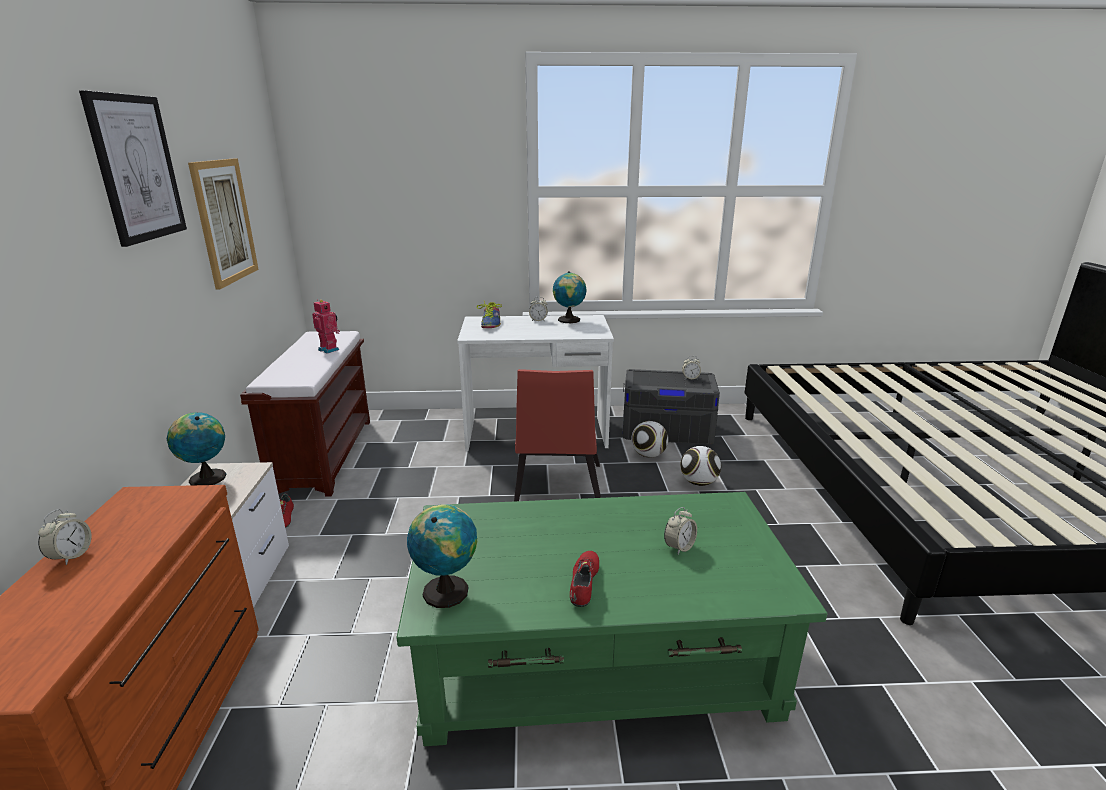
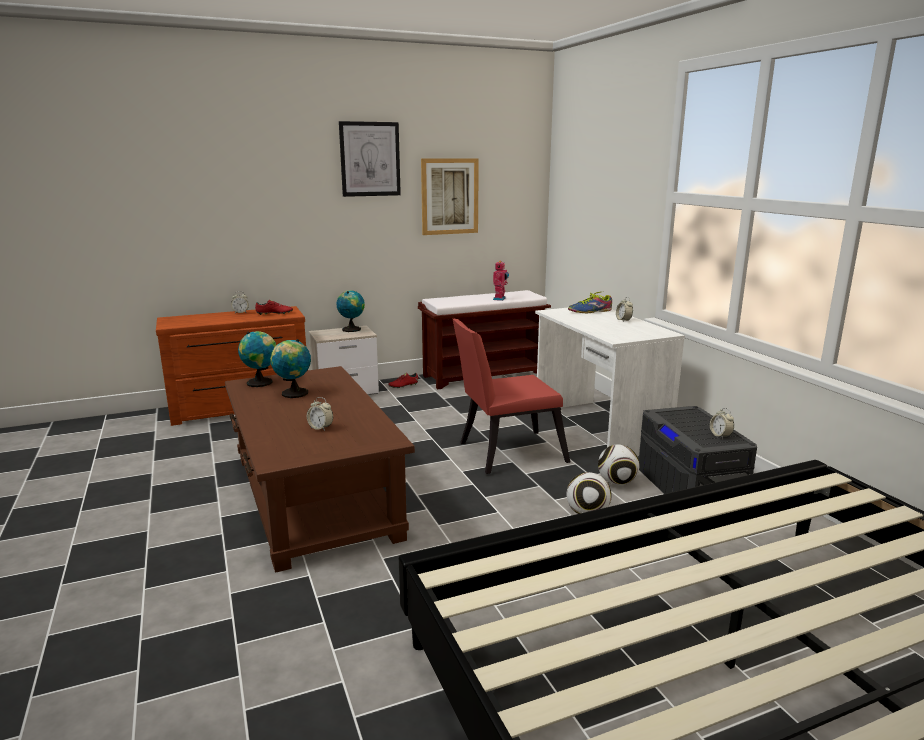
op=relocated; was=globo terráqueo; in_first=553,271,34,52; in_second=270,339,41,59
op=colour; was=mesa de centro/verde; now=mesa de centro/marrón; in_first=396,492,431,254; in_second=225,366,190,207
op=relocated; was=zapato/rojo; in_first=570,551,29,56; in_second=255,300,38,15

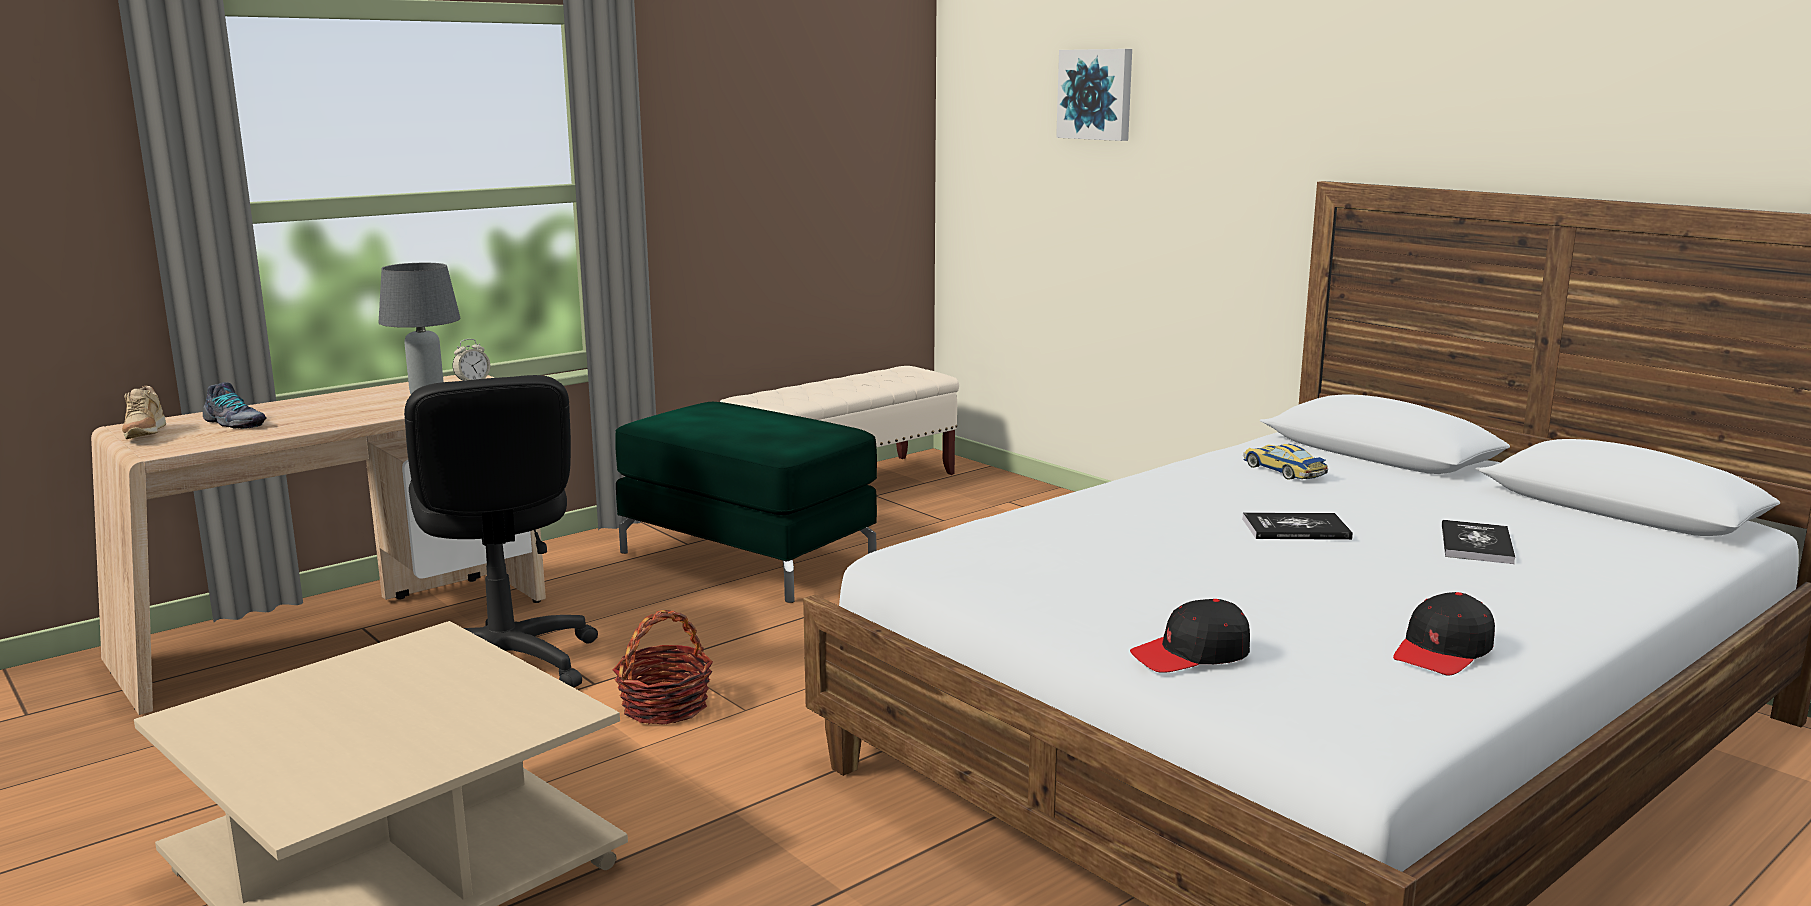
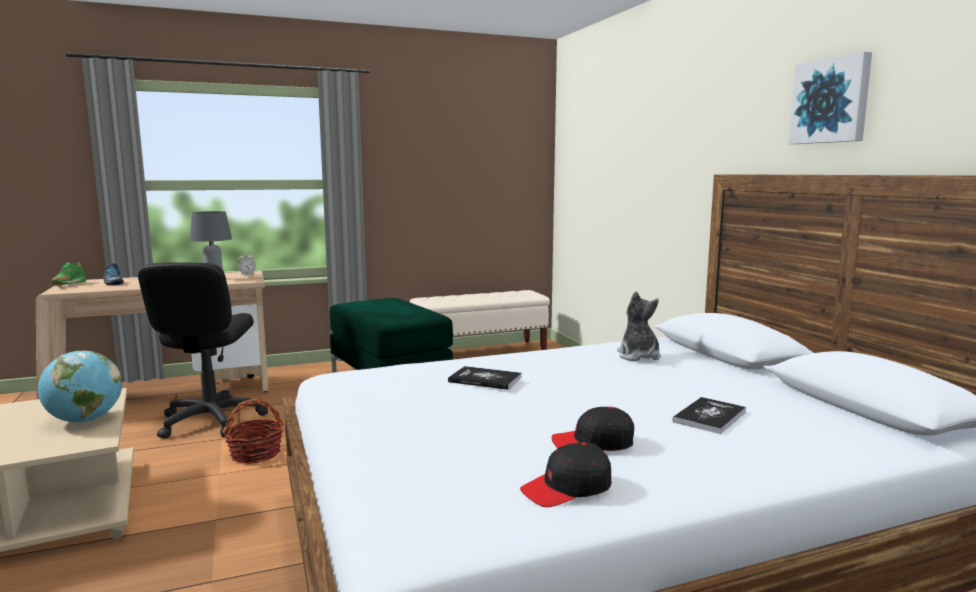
op=relocated; was=cuadro; in_first=1056,49,76,92; in_second=789,52,83,92
op=colour; was=zapato/beis; now=zapato/verde; in_first=122,385,44,54; in_second=52,262,34,24
op=exchanged; was=coche de juguete; now=peluche; in_first=1243,444,85,36; in_second=617,291,44,70
op=relocated; was=libro; in_first=1242,512,111,28; in_second=448,366,74,24
op=relocated; was=gorra/negro; in_first=1130,599,120,74; in_second=552,407,82,44
op=appeared; now=globo terráqueo; in_second=38,351,84,72

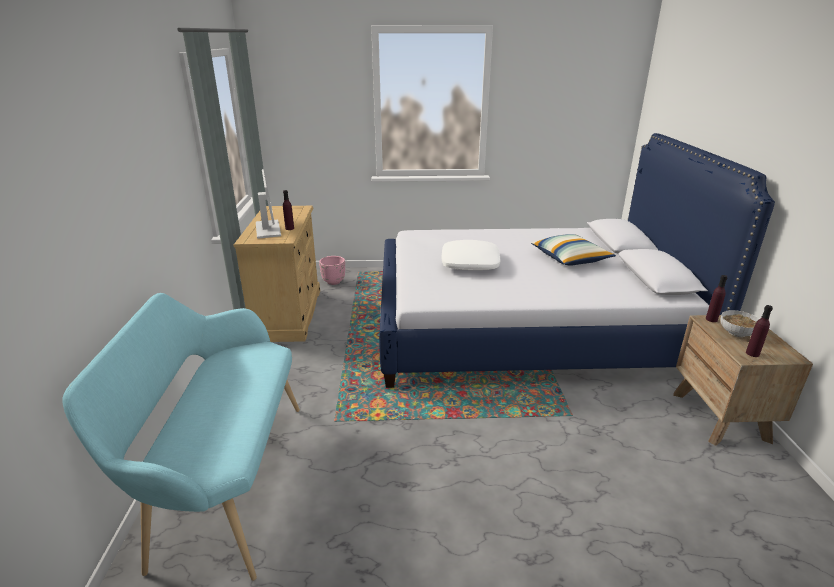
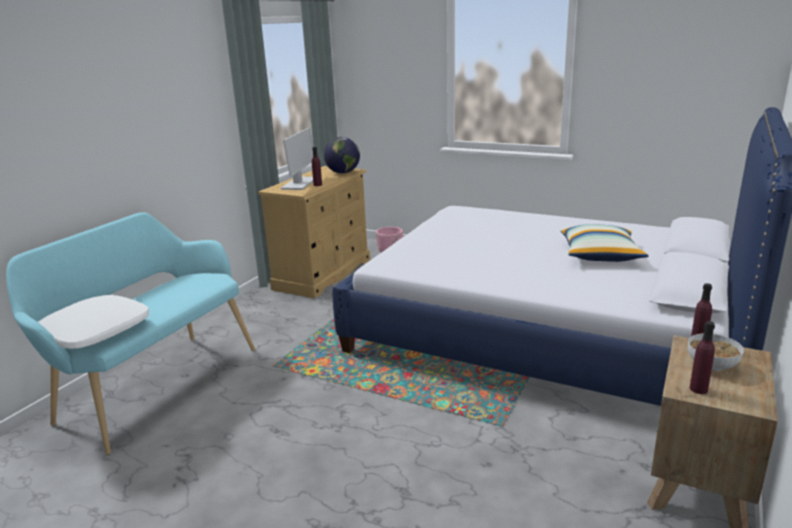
op=relocated; was=cojín/blanco; in_first=442,240,59,30; in_second=38,295,111,54
op=appeared; now=globo terráqueo; in_second=324,137,36,37

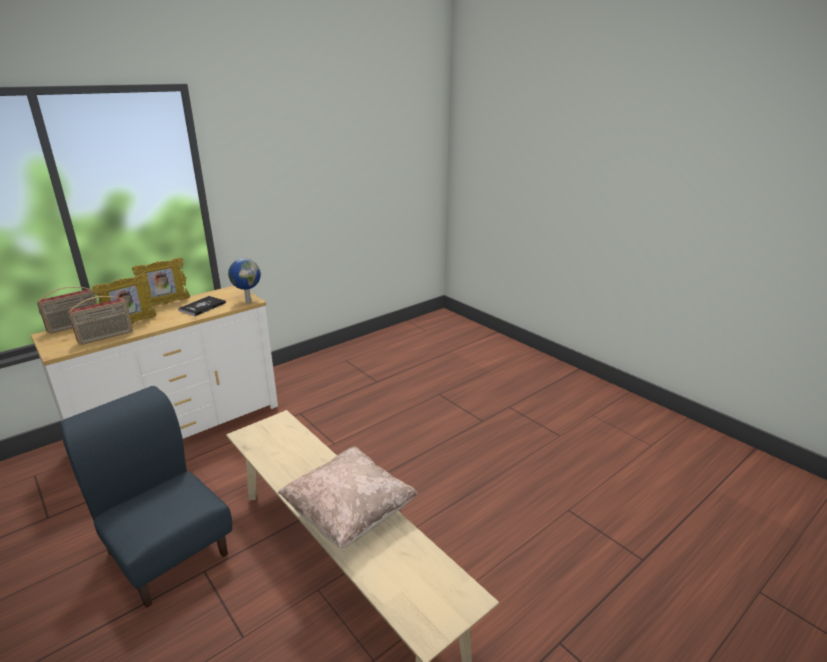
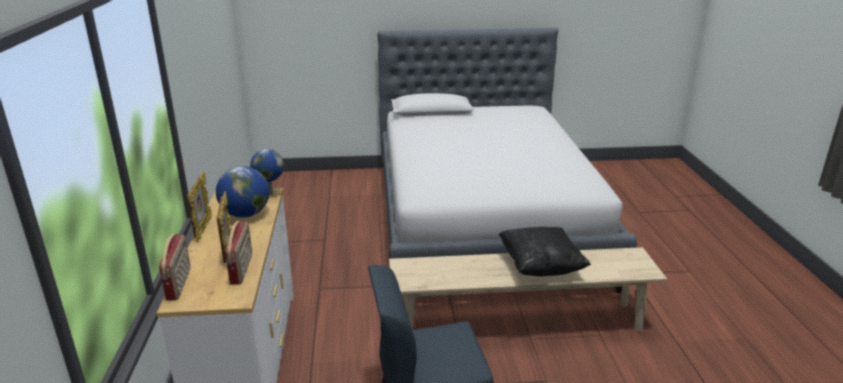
op=exchanged; was=libro; now=globo terráqueo; in_first=178,296,48,20; in_second=216,166,53,52
op=colour; was=cojín/beis; now=cojín/negro; in_first=278,446,140,102; in_second=499,227,92,49
op=appeared; now=cama; in_second=378,28,259,266

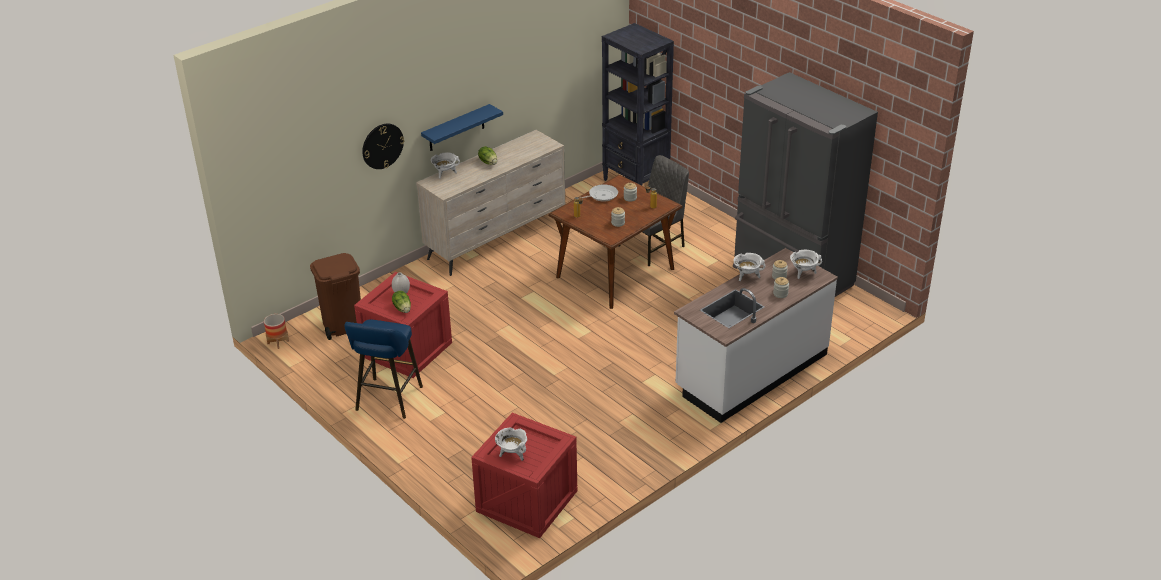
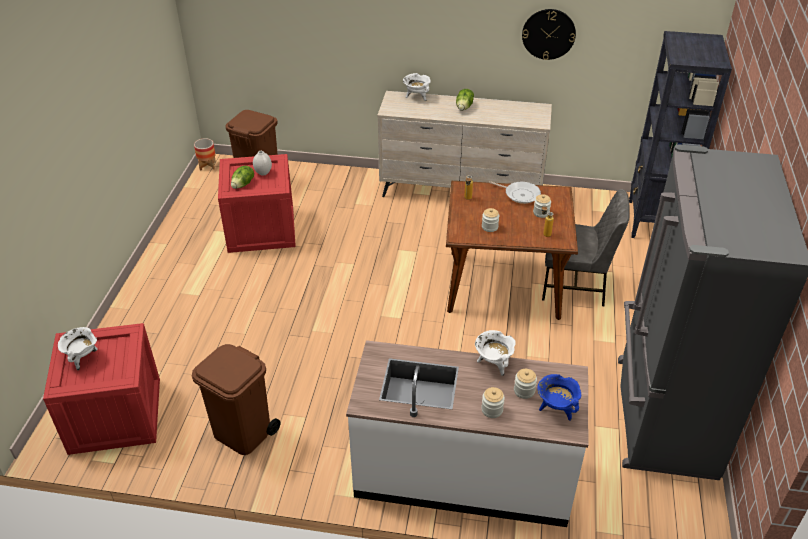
op=missing; was=estante/azul; in_first=421,104,82,47
op=relocated; was=reloj de pared; in_first=362,124,42,45; in_second=522,9,54,51
op=colour; was=olla/blanco; now=olla/azul; in_first=790,250,32,29; in_second=537,374,44,47
op=missing; was=taburete/azul; in_first=344,320,79,99
op=appeared; now=papelera/marrón; in_second=192,344,88,111

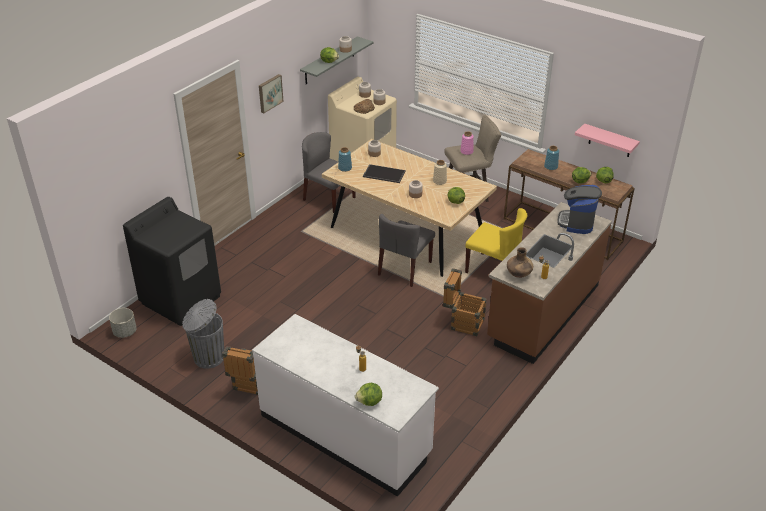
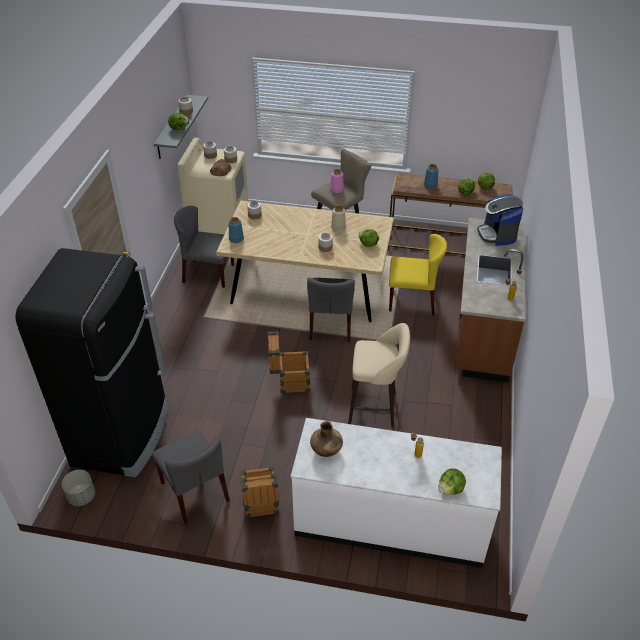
op=missing; was=cuadro; in_first=259,74,25,39
op=missing; was=estante/rosa; in_first=575,123,65,34
op=missing; was=bandeja; in_first=363,164,43,19
op=exchanged; was=lavadora/negro; now=nevera/negro; in_first=123,197,98,129; in_second=16,248,152,230
op=relocated; was=florero/marrón; in_first=507,248,26,30; in_second=310,421,33,36
op=relocated; was=caja de embalaje; in_first=443,268,44,68; in_second=268,331,42,62
op=exchanged; was=papelera/gris; now=silla/gris; in_first=182,299,42,70; in_second=152,430,78,94
op=appeared; now=taburete/beis; in_second=348,323,62,105

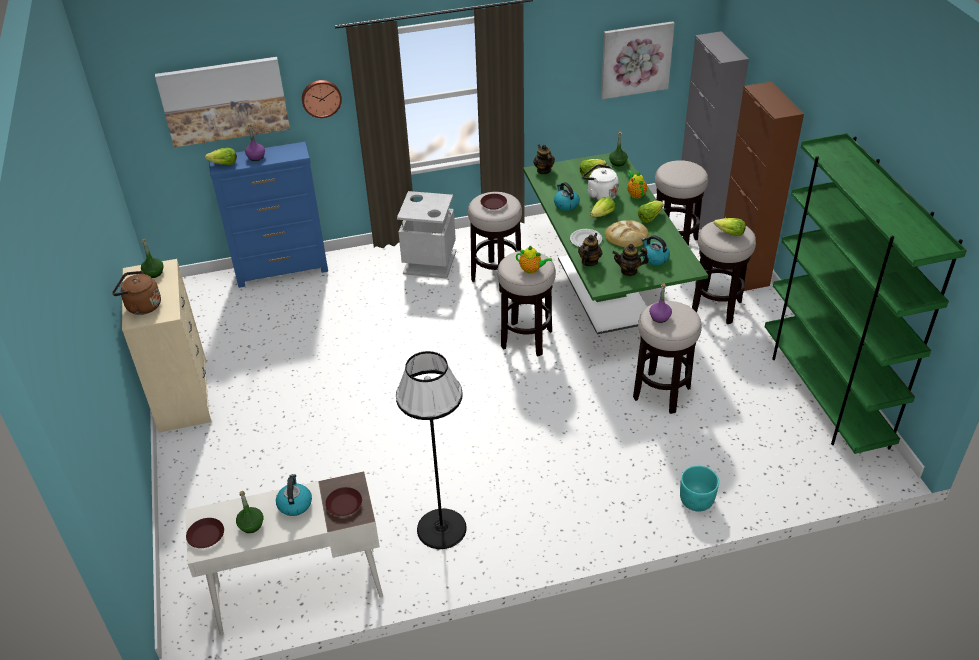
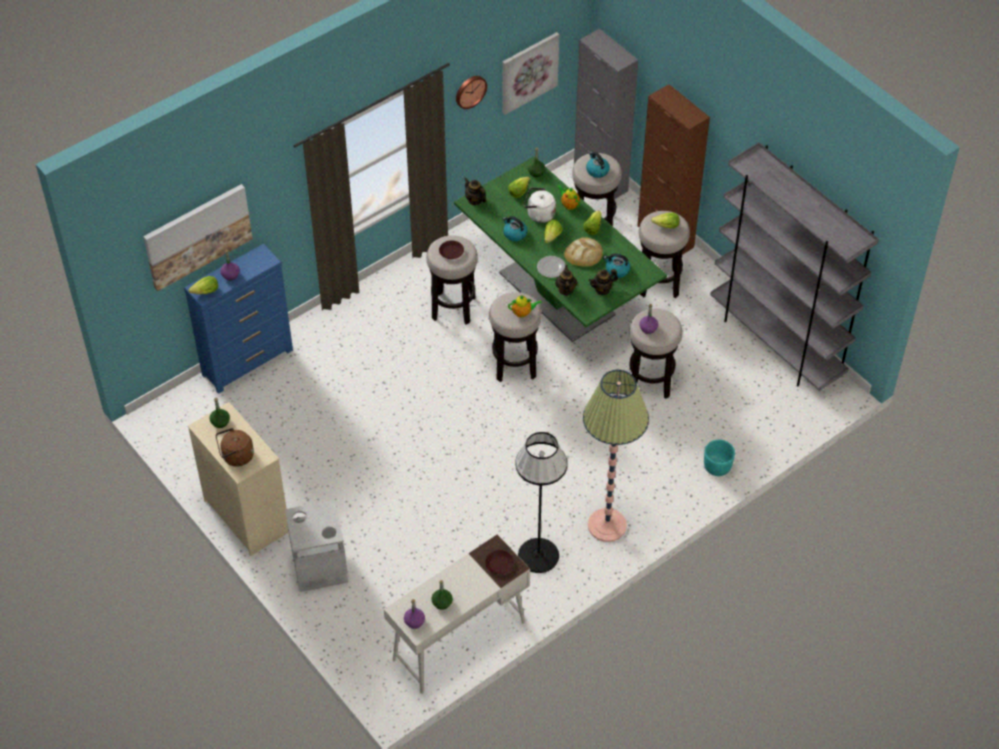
op=relocated; was=reloj de pared; in_first=302,80,40,38; in_second=456,76,31,33
op=colour; was=estantería/verde; now=estantería/gris; in_first=765,133,202,321; in_second=711,143,168,248
op=relocated; was=papelera/gris; in_first=397,191,59,87; in_second=285,500,64,92
op=relocated; was=hervidor; in_first=276,474,36,42; in_second=586,152,24,26
op=exchanged; was=plato/marrón; now=botella/morado; in_first=186,518,38,30; in_second=404,599,21,30
op=appeared; now=lámpara de pie; in_second=583,370,66,172

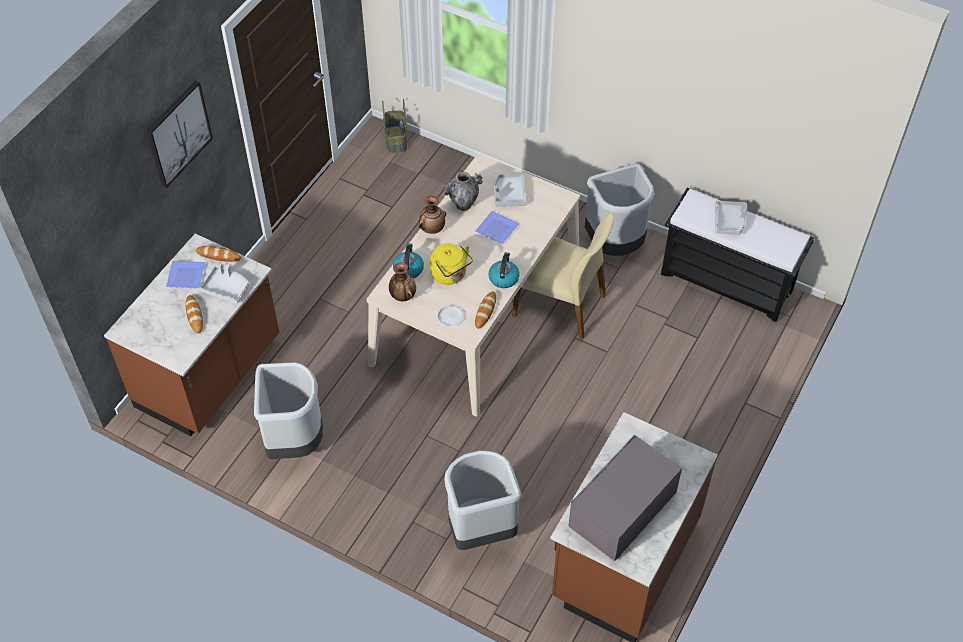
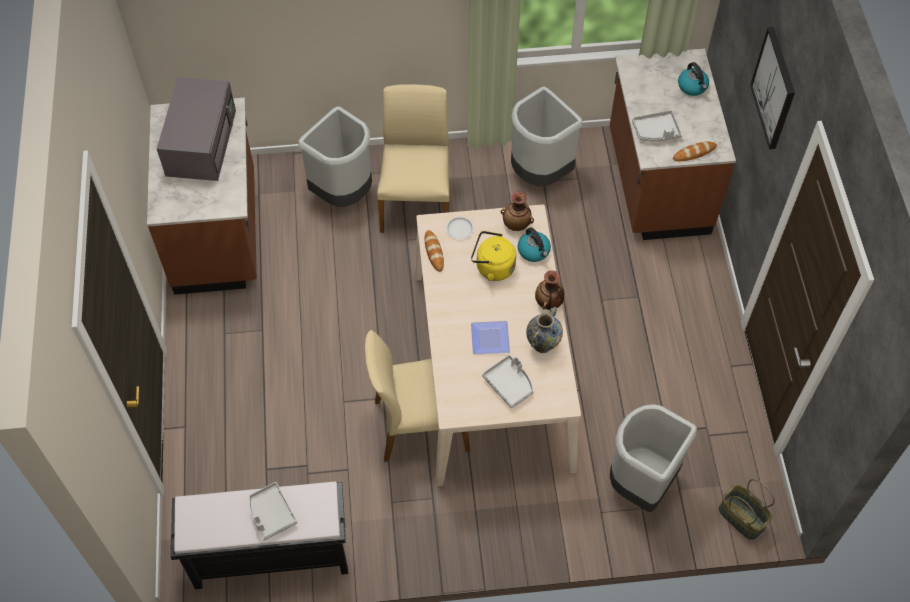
op=relocated; was=papelera/gris; in_first=585,164,70,92; in_second=610,404,87,108
op=relocated; was=hervidor; in_first=489,252,31,36; in_second=678,62,31,34
op=missing; was=plato; in_first=166,261,39,27
op=missing; was=pan; in_first=186,295,17,38
op=appeared; now=silla/beis; in_second=377,84,72,149

